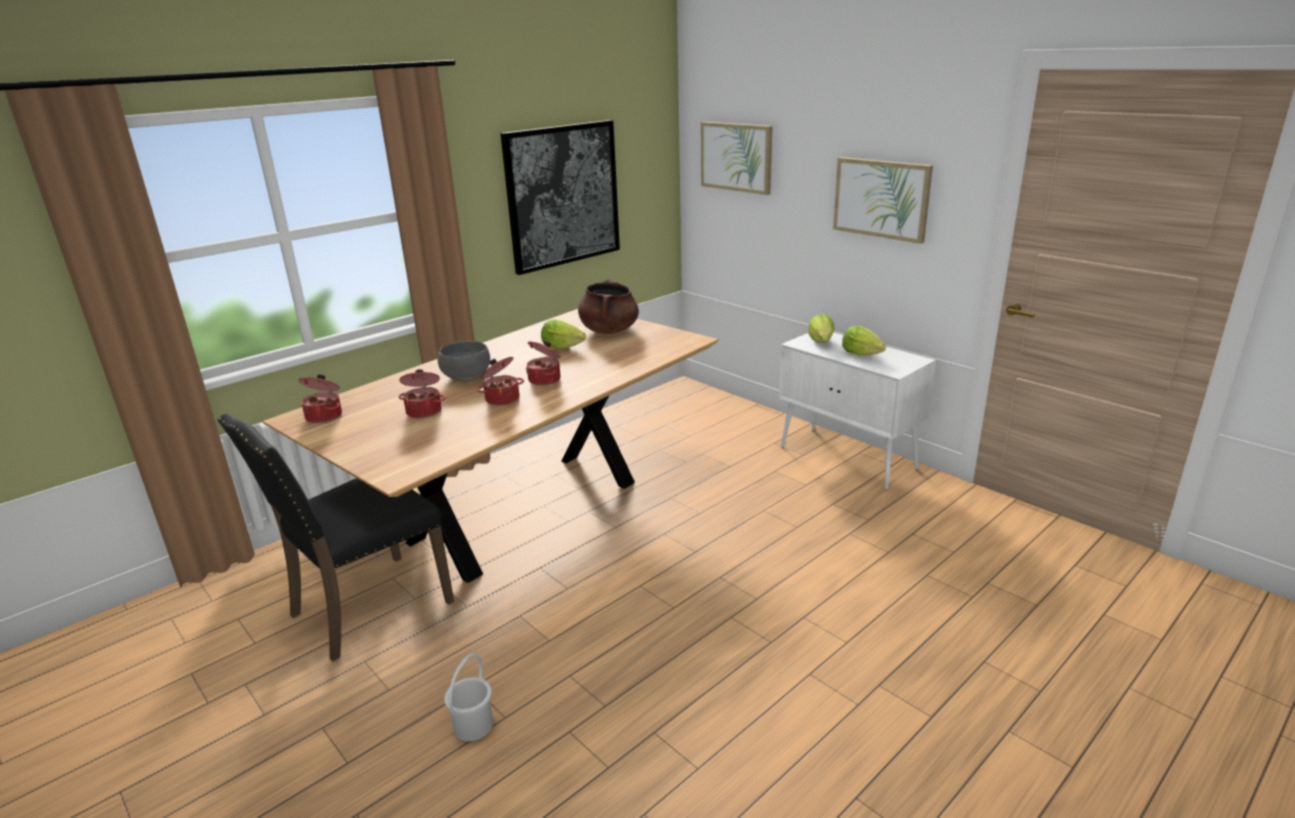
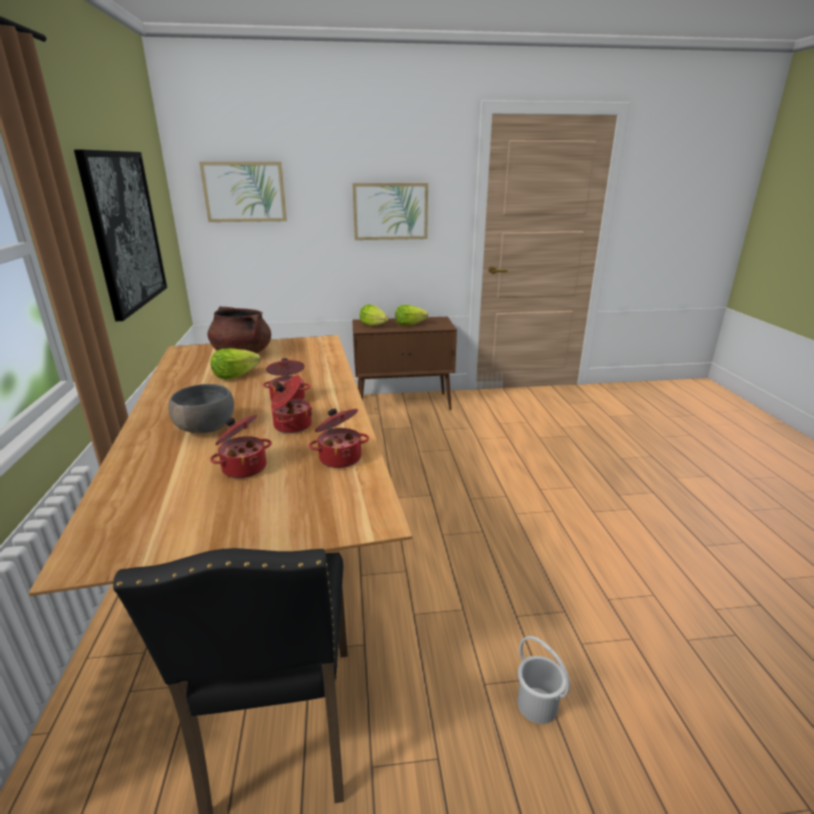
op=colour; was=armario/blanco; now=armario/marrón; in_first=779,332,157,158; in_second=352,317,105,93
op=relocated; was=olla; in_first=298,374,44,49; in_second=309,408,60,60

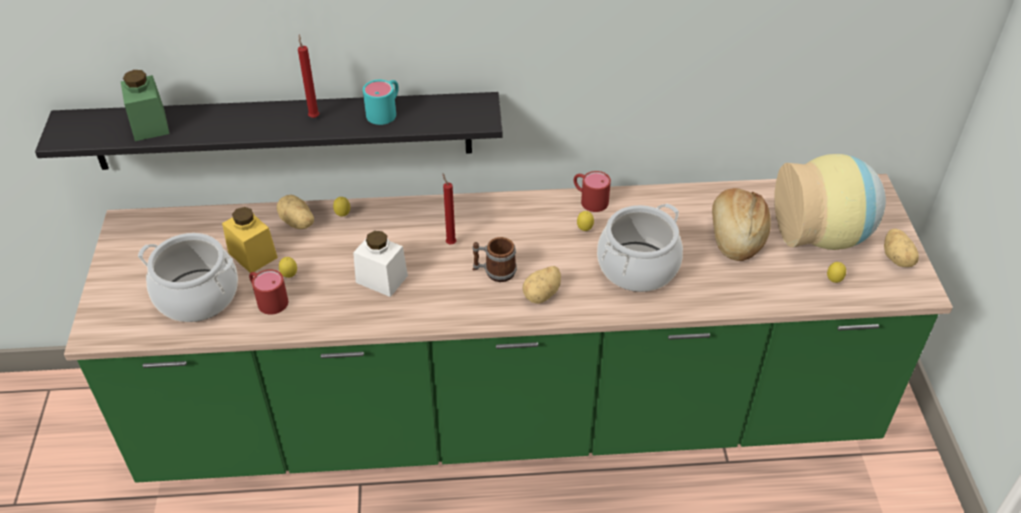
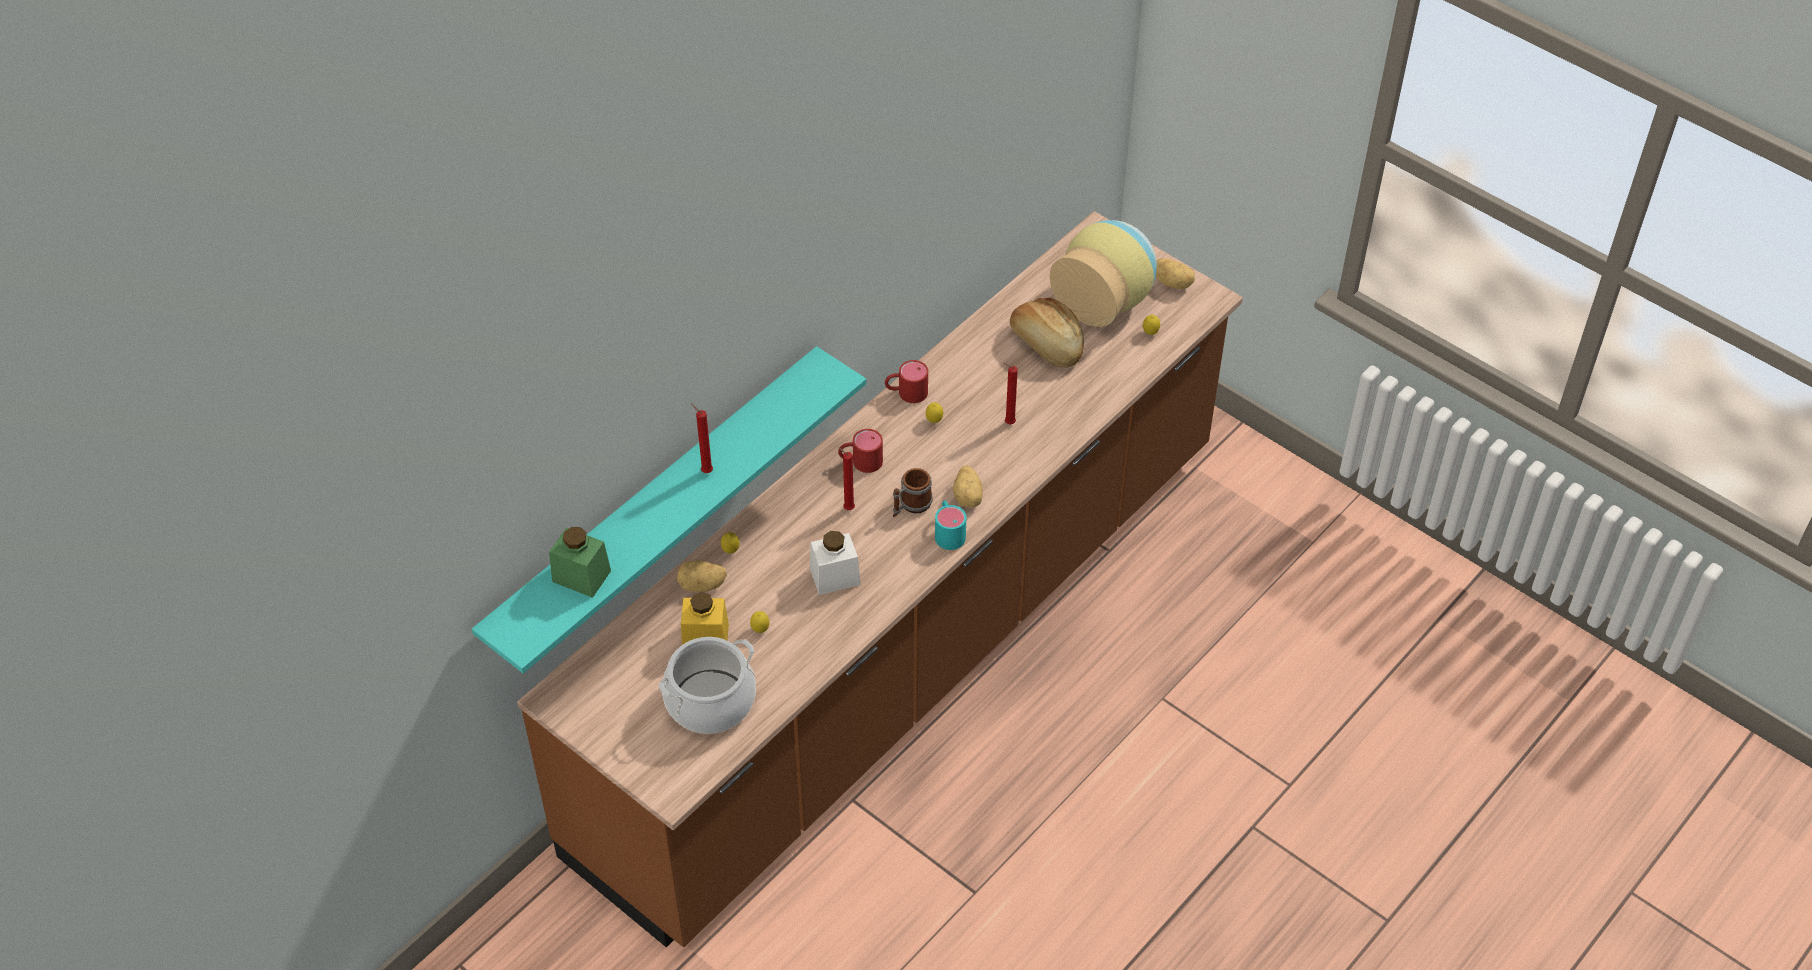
op=relocated; was=taza grande/turquesa; in_first=363,80,36,45; in_second=935,500,31,50
op=colour; was=estante/negro; now=estante/turquesa; in_first=35,92,468,78; in_second=472,346,394,327
op=colour; was=mueble bajo de cocina/verde; now=mueble bajo de cocina/marrón; in_first=64,174,889,309; in_second=517,211,726,736
op=exchanged; was=olla; now=vela/rojo; in_first=597,203,86,89; in_second=1004,363,14,61
op=relocated; was=taza grande/rojo; in_first=249,269,39,46; in_second=838,429,45,44

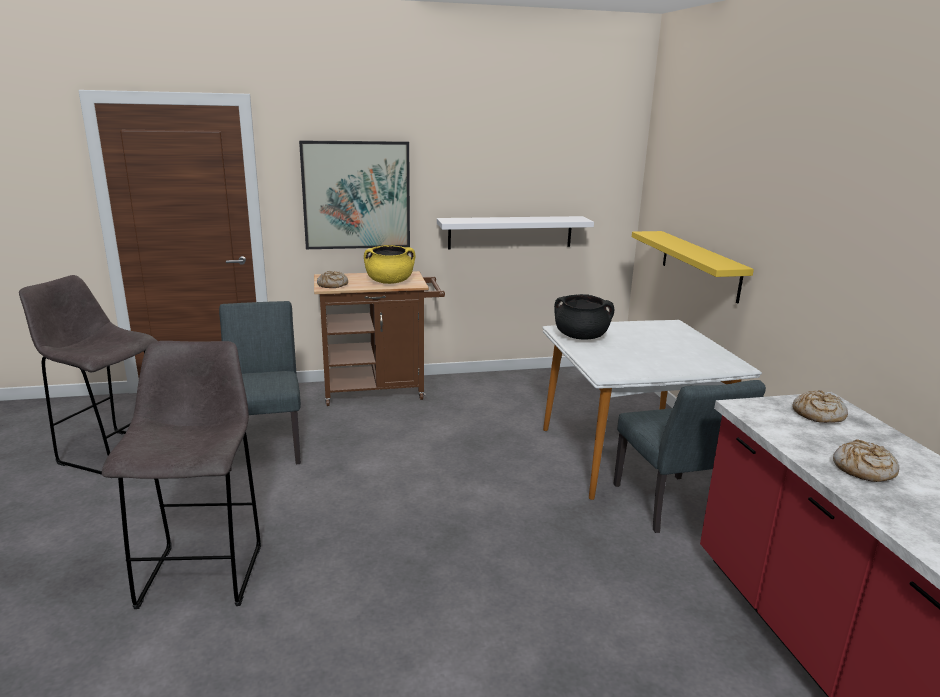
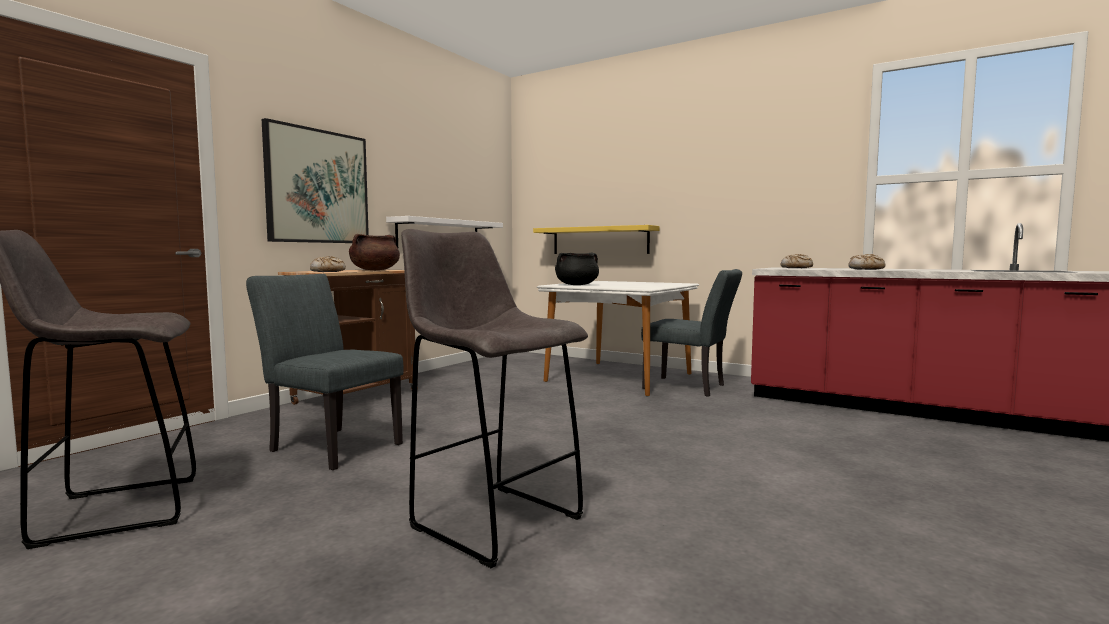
op=colour; was=olla/amarillo; now=olla/marrón; in_first=364,245,51,39; in_second=349,234,51,36

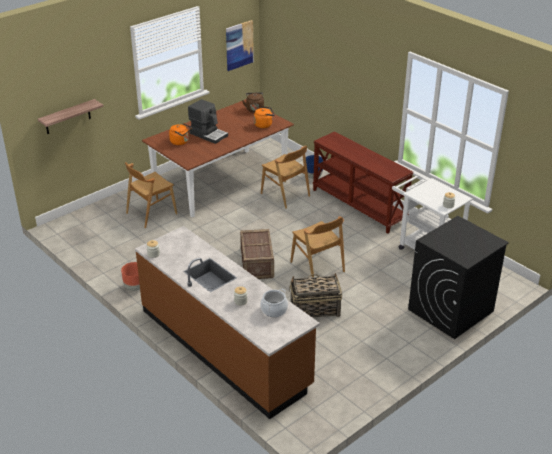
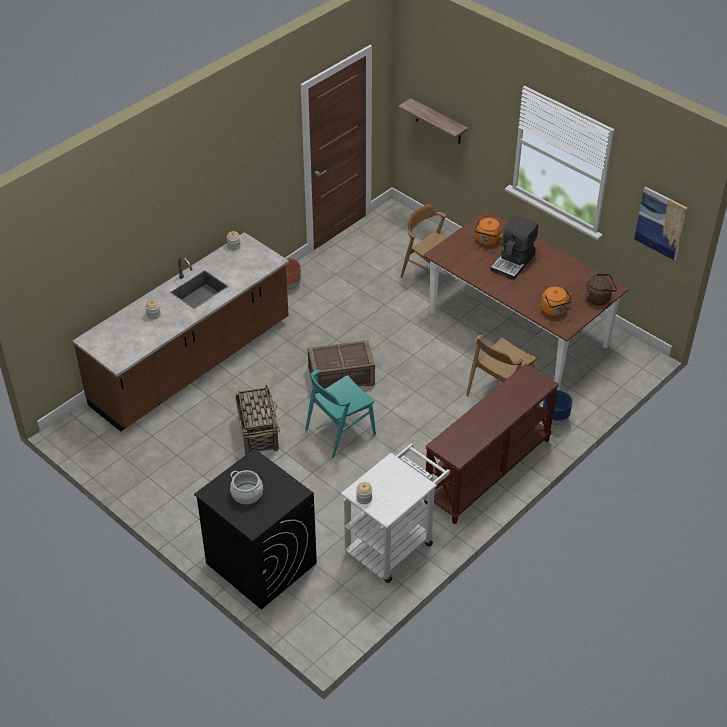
op=colour; was=silla/marrón; now=silla/turquesa; in_first=290,217,55,60; in_second=305,370,71,88
op=relocated; was=olla; in_first=260,289,28,28; in_second=230,470,33,34

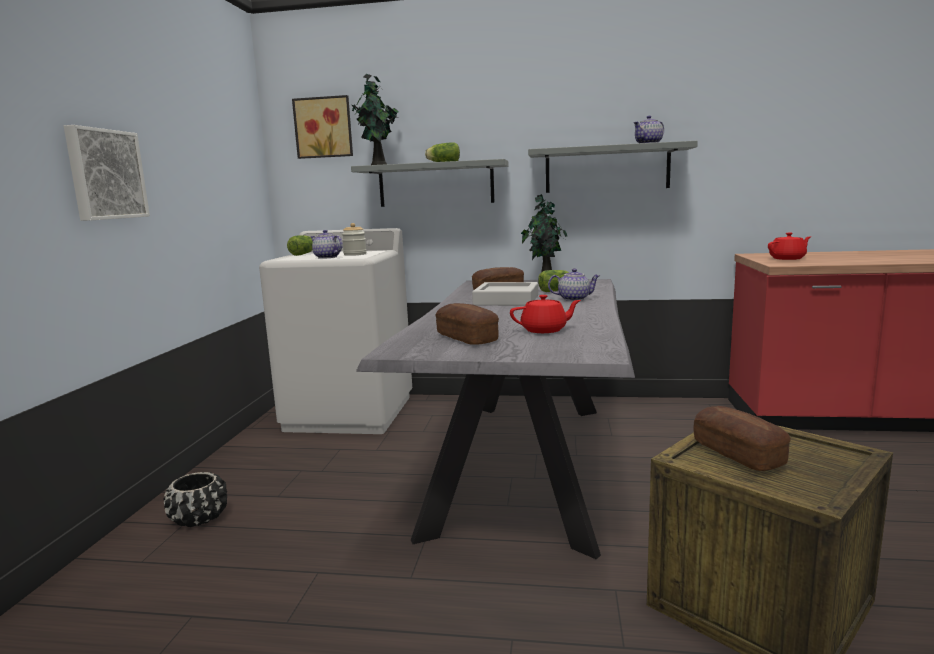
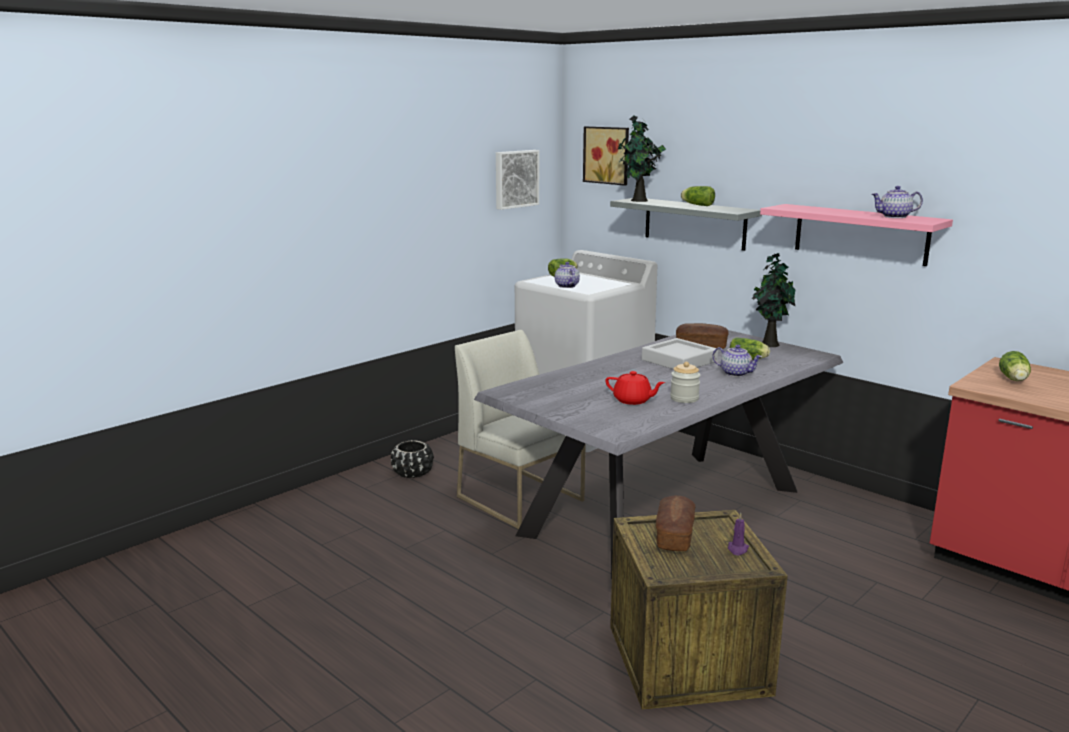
op=relocated; was=cuadro; in_first=64,125,86,96; in_second=496,150,43,60
op=colour; was=estante/gris; now=estante/rosa; in_first=528,141,170,52; in_second=760,204,193,62
op=relocated; was=tarro; in_first=342,223,25,33; in_second=670,362,30,41
op=exchanged; was=tetera/rojo; now=lechuga; in_first=768,233,42,27; in_second=999,351,32,30
op=missing; was=pan; in_first=435,303,64,42
op=appeared; now=silla/blanco; in_second=455,330,131,199
op=appeared; now=vela/morado; in_second=728,513,21,42

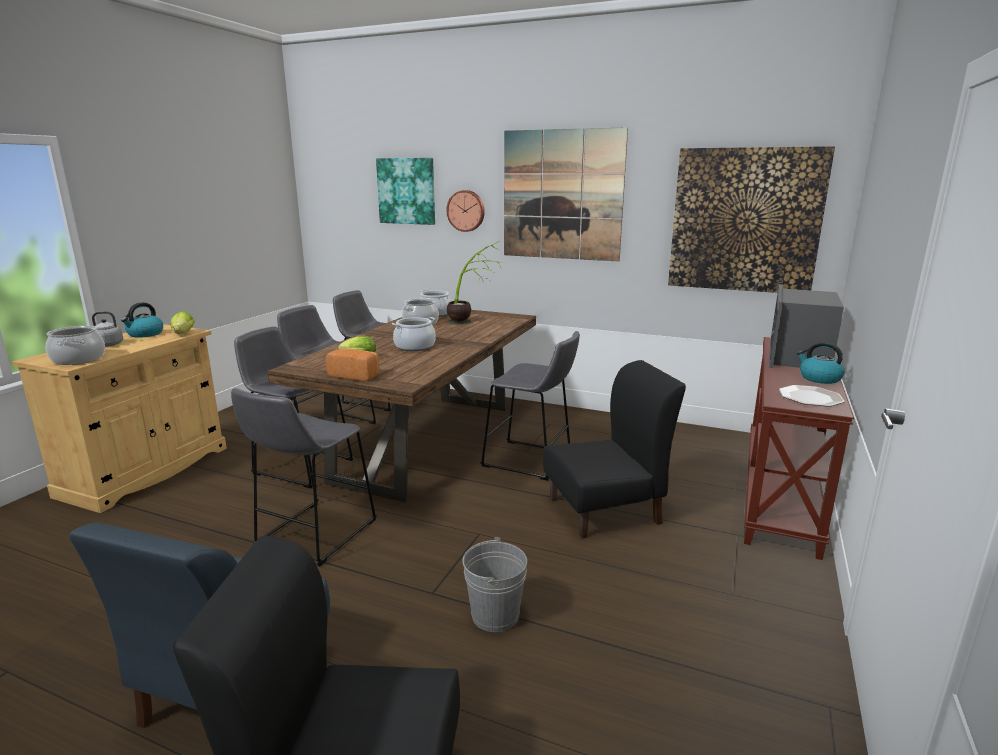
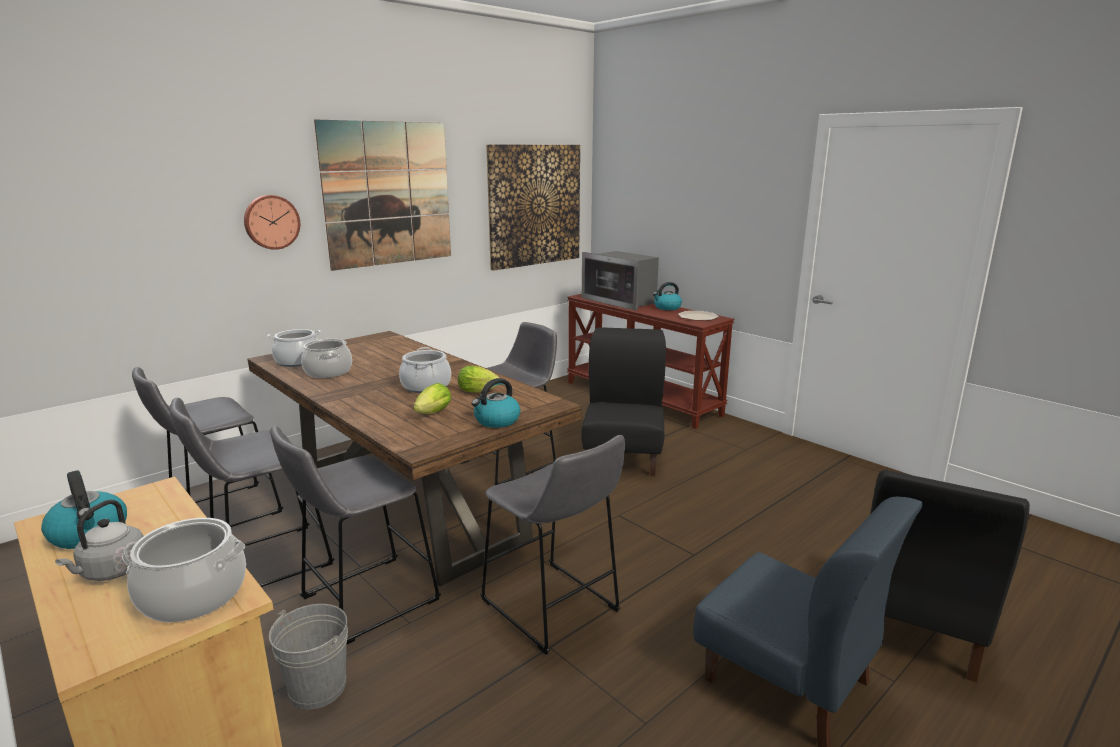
op=missing; was=cuadro; in_first=376,158,59,67
op=missing; was=planta en maceta; in_first=447,241,56,83
op=relocated; was=lechuga; in_first=171,311,24,23; in_second=458,366,42,27
op=exchanged; was=pan; now=hervidor; in_first=326,349,53,32; in_second=472,378,48,50
op=relocated; was=cubo/gris; in_first=462,537,65,95; in_second=269,604,79,106

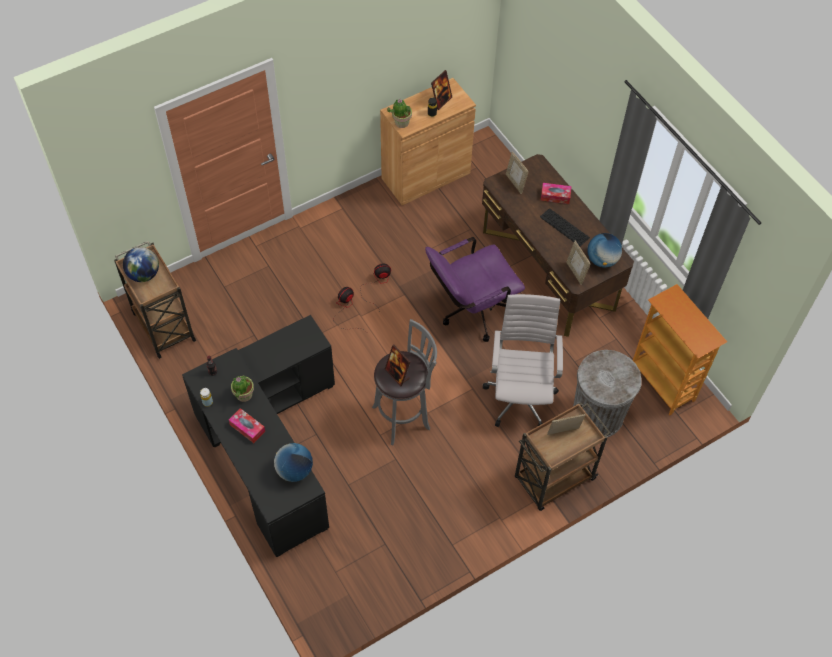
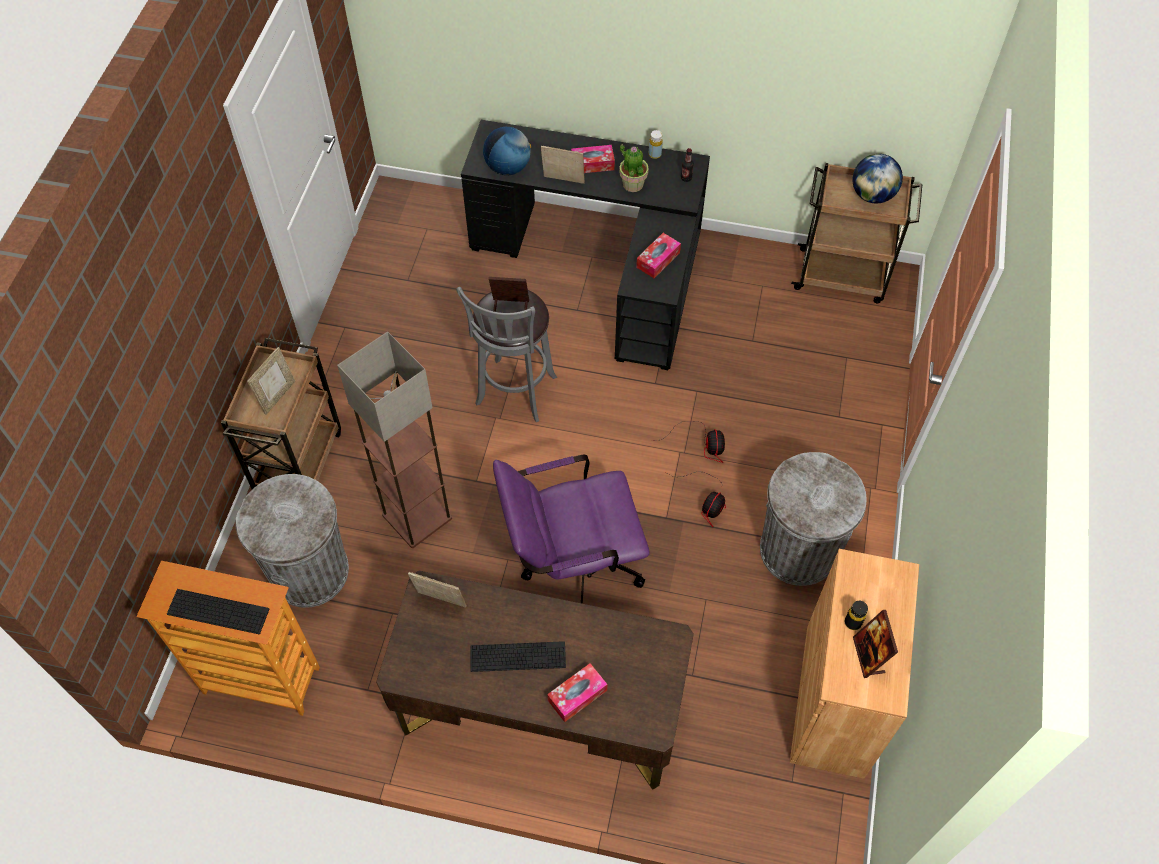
op=missing; was=planta en maceta; in_first=387,99,25,29
op=relocated; was=portarretratos; in_first=506,151,23,43; in_second=541,146,44,38
op=missing; was=globo terráqueo; in_first=587,233,35,35
op=spun; was=silla de oficina/morado; in_first=425,237,100,105; in_second=493,454,157,150; clockwise=-120
op=exchanged; was=silla de oficina/blanco; now=lámpara de pie; in_first=483,294,80,133; in_second=337,331,115,217
op=appeared; now=caja de pañuelos; in_second=636,233,45,45
op=appeared; now=papelera/gris; in_second=760,452,107,134
op=appeared; now=teclado; in_second=167,589,102,45

